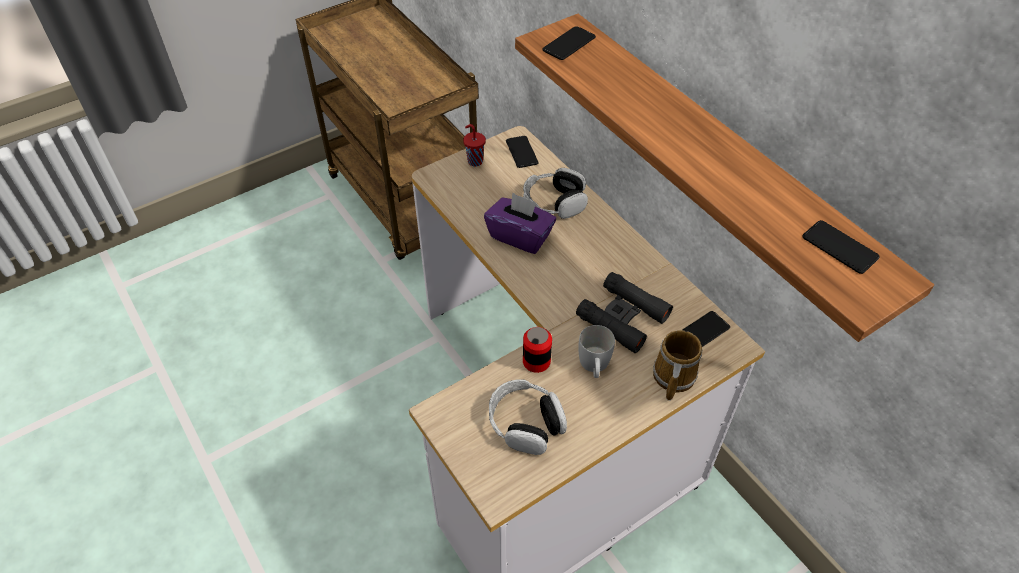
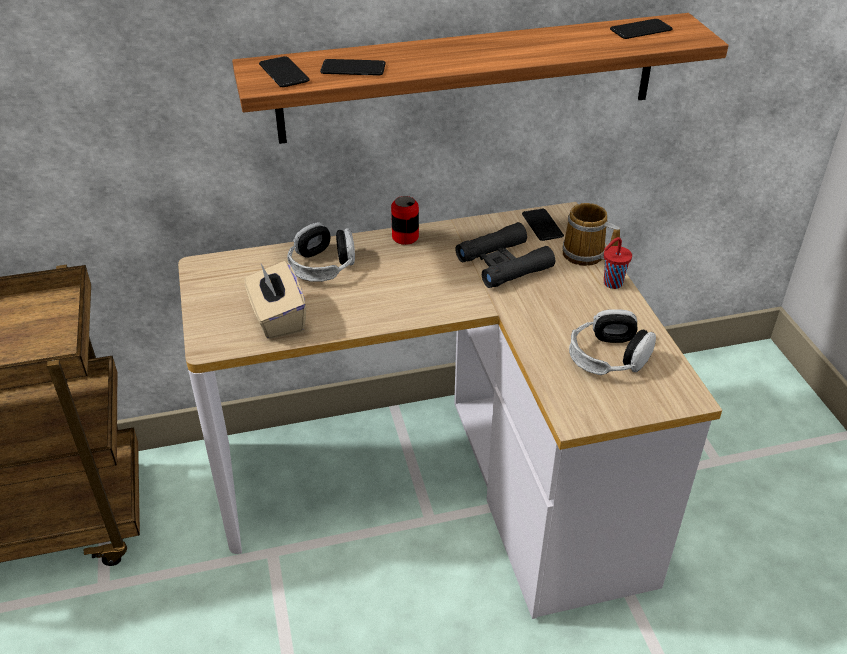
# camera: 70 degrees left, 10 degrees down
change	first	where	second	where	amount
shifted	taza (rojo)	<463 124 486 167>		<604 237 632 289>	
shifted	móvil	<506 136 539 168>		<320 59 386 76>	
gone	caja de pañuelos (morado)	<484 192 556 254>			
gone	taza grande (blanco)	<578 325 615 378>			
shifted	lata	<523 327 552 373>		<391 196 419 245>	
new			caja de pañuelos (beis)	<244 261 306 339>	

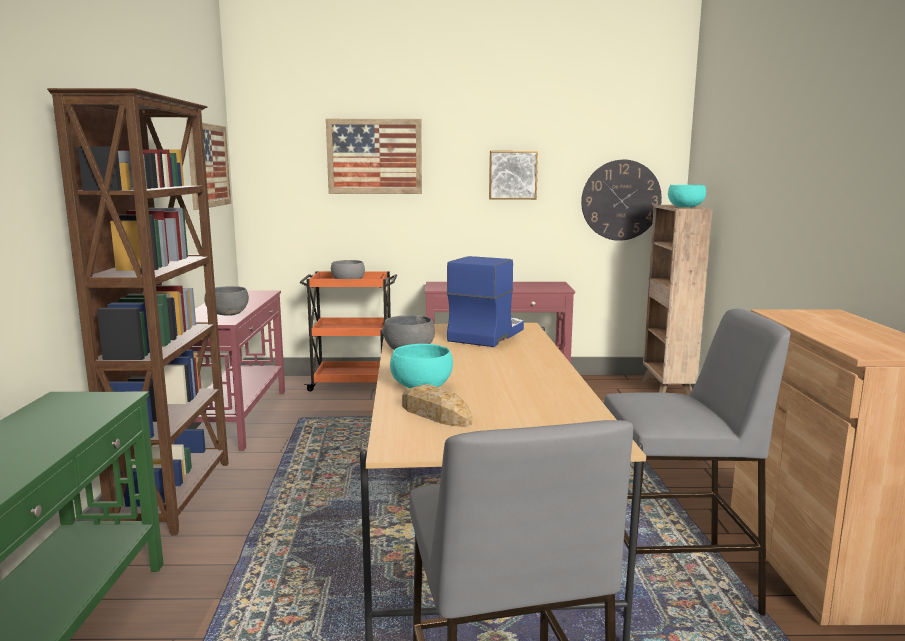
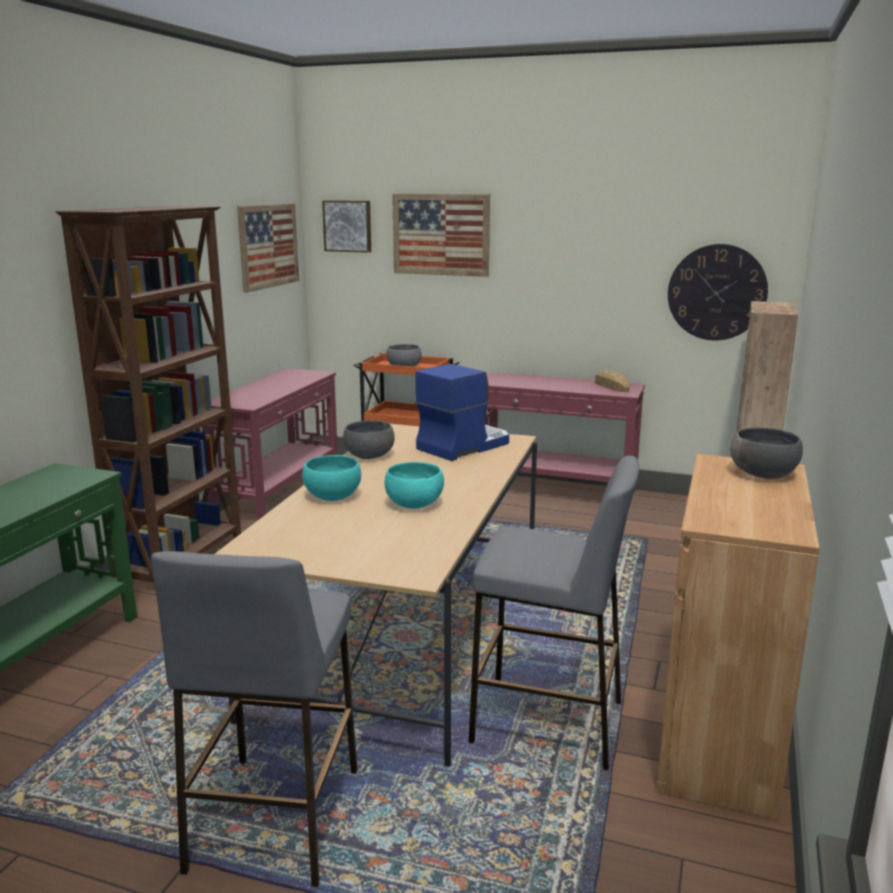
# camera: 20 degrees right, 5 degrees up
change	first	where	second	where	amount
shifted	cuadro	<489 151 538 200>		<322 200 371 253>	
shifted	cuenco (turquesa)	<668 185 706 207>		<385 462 444 509>	
shifted	cuenco (gris)	<205 286 249 316>		<730 427 803 479>	
shifted	pan	<402 384 472 427>		<595 371 630 392>	

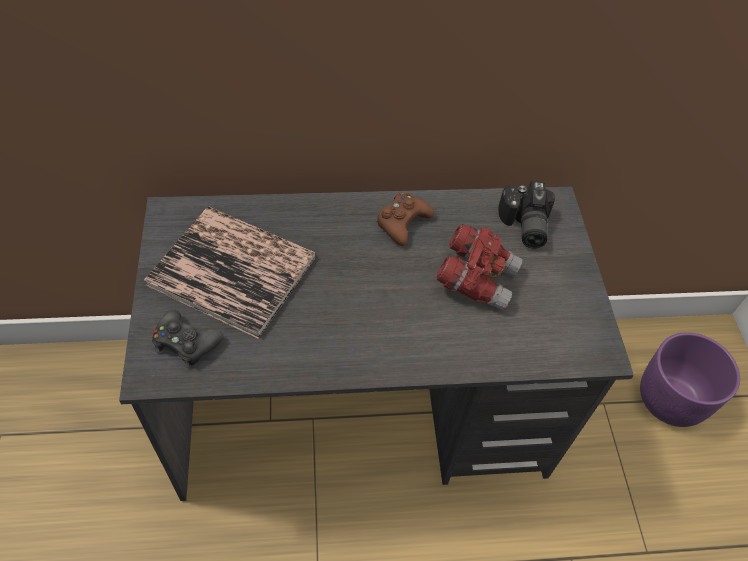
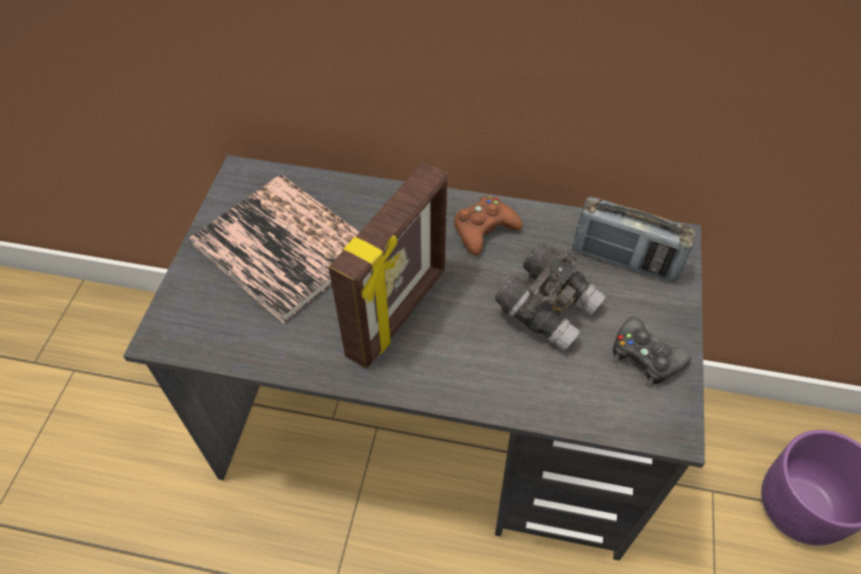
# camera: 20 degrees right, 0 degrees up
change	first	where	second	where	amount
swapped	cámara	<498 181 555 248>	radio	<573 197 696 282>	
repainted	prismáticos (rojo)	<437 224 523 311>	prismáticos (gris)	<495 243 606 351>	
shifted	mando de consola (negro)	<152 309 224 368>		<613 316 692 386>	
new			portarretratos	<329 162 447 368>	

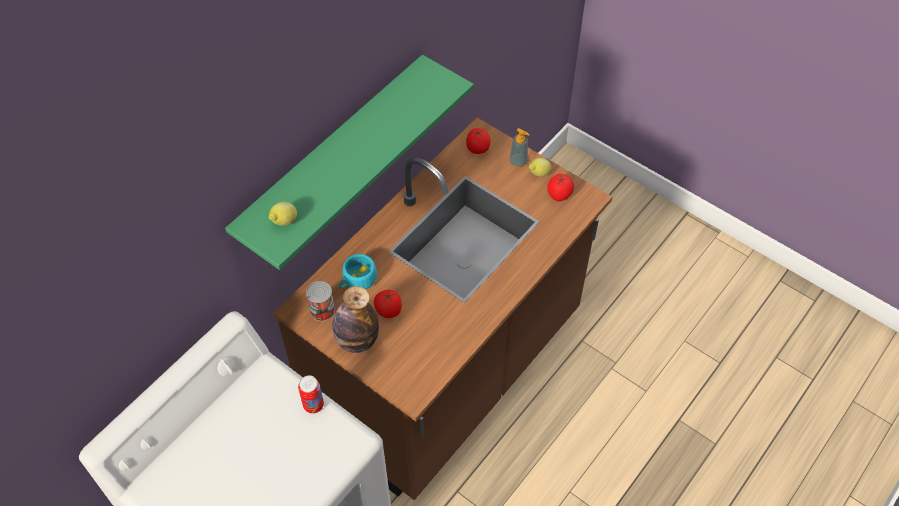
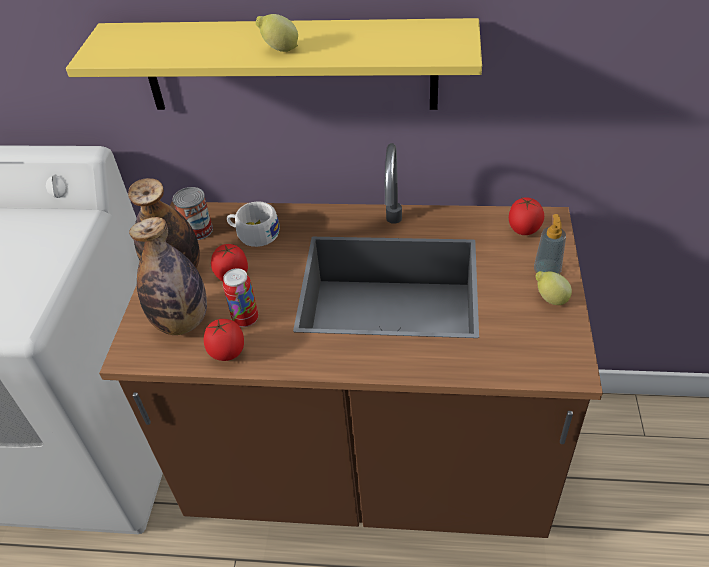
# camera: 60 degrees right, 10 degrees down
change	first	where	second	where	amount
repainted	estante (verde)	<225 55 474 270>	estante (amarillo)	<66 18 482 110>	
shifted	tomate	<547 174 574 201>		<204 319 244 361>	
shifted	limón	<269 202 297 226>		<256 14 298 52>	
repainted	taza (turquesa)	<338 254 377 289>	taza (blanco)	<227 201 280 247>	
shifted	lata	<298 375 324 414>		<223 268 258 327>	
new			botella	<129 217 207 335>	

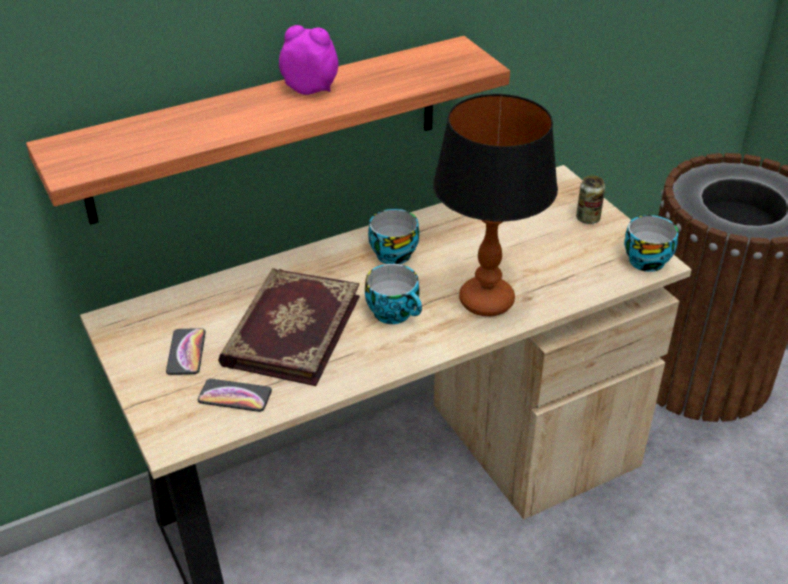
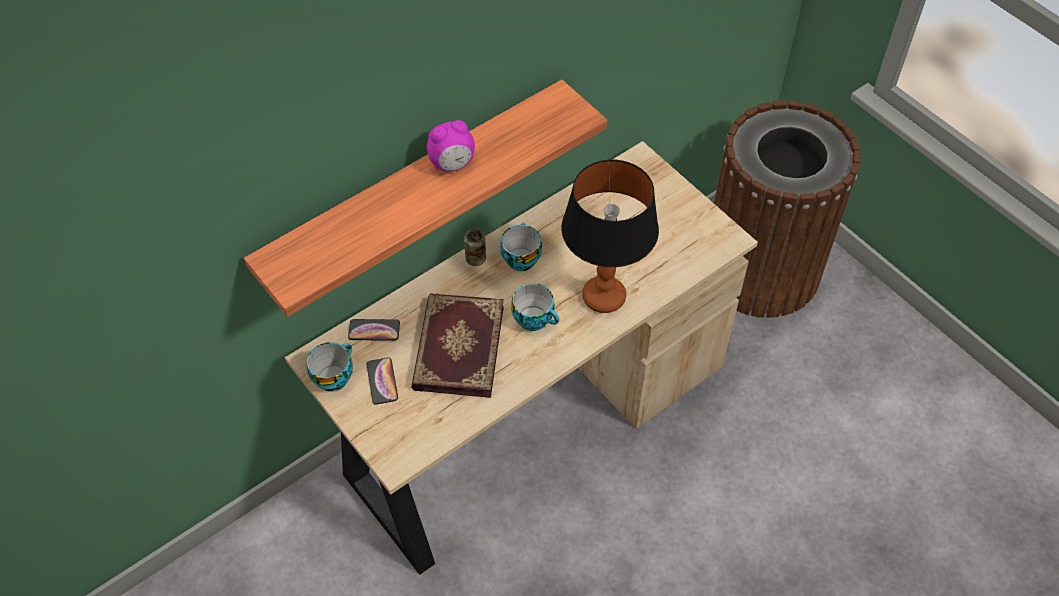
# camera: 10 degrees left, 15 degrees up
change	first	where	second	where	amount
rotated	despertador	<279 25 338 95>		<427 120 475 171>	150 degrees clockwise
shifted	lata	<576 175 605 224>		<464 228 486 266>	
shifted	taza	<624 215 678 272>		<307 342 353 392>	
shifted	móvil	<198 379 272 412>		<348 319 400 341>	

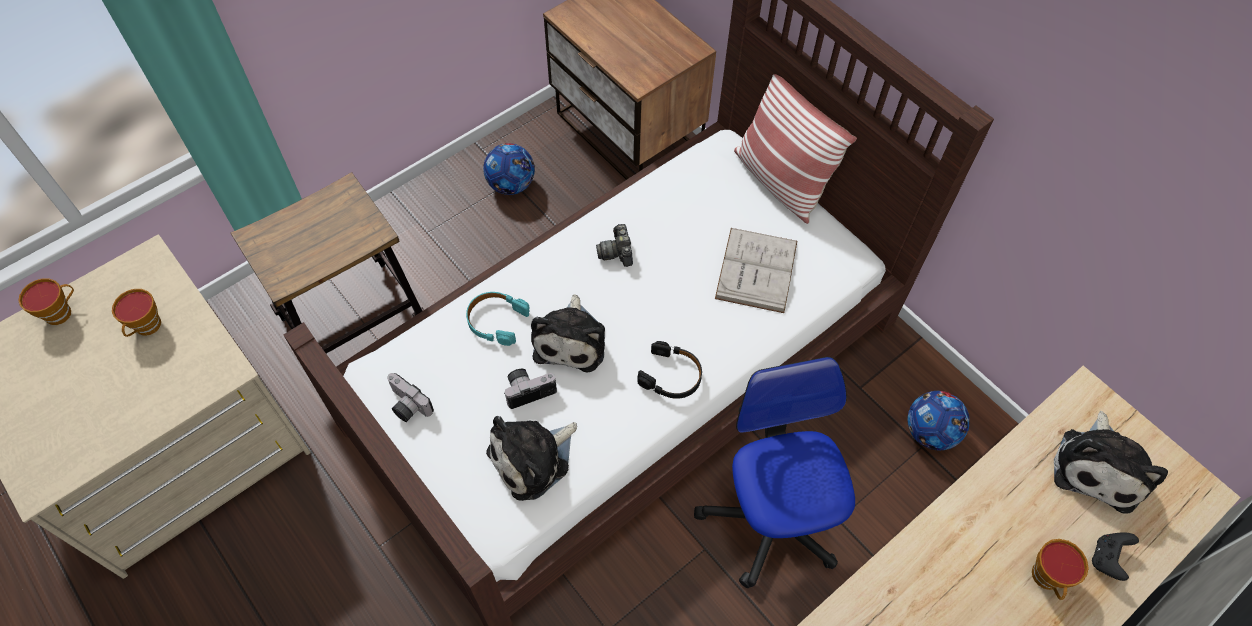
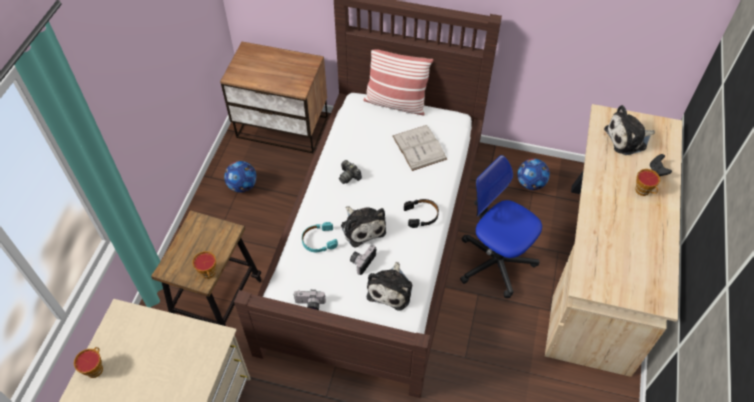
# camera: 35 degrees left, 5 degrees down
change	first	where	second	where	amount
shifted	taza	<112 289 161 337>		<192 251 216 279>	
rotated	peluche	<1054 411 1168 513>		<604 105 655 155>	90 degrees clockwise

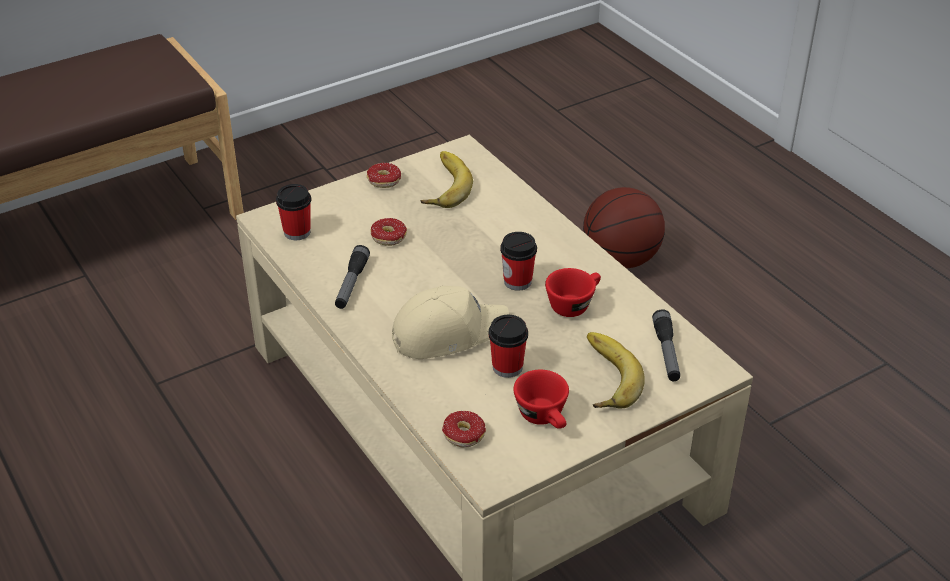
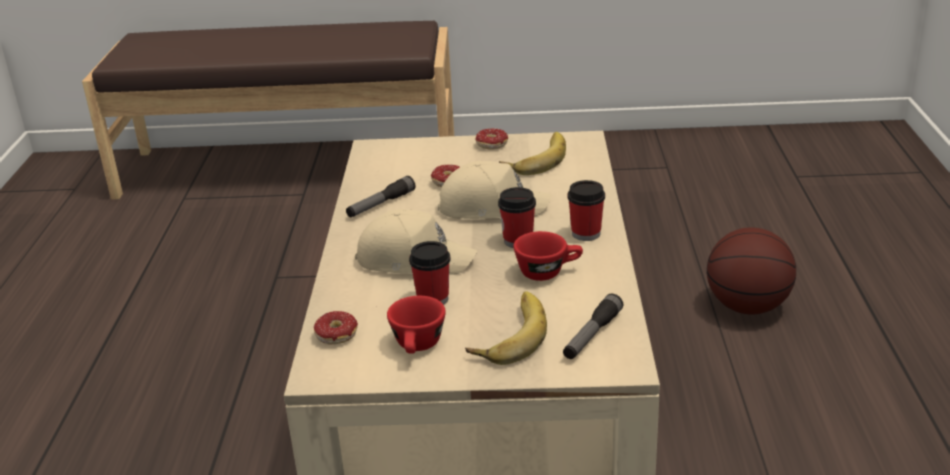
# camera: 35 degrees right, 10 degrees down
change	first	where	second	where	amount
shifted	taza	<276 184 311 240>		<567 180 605 241>	
new			gorra (beis)	<438 161 552 219>	

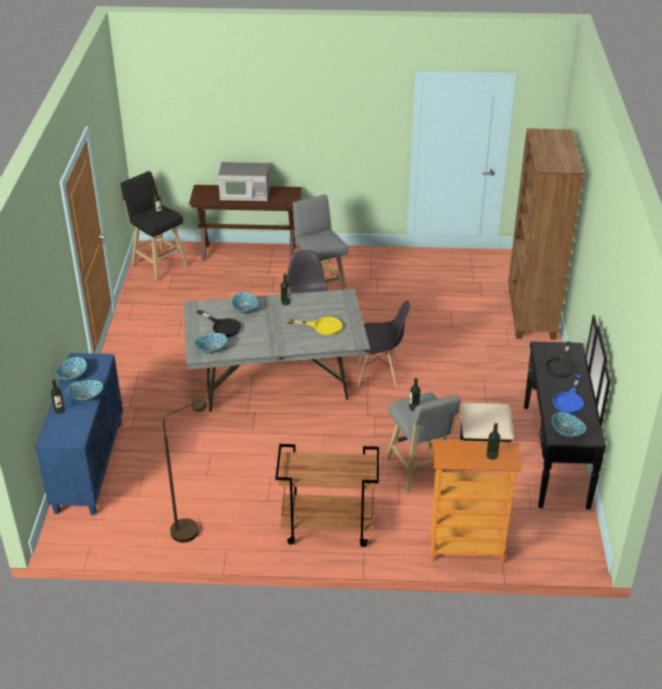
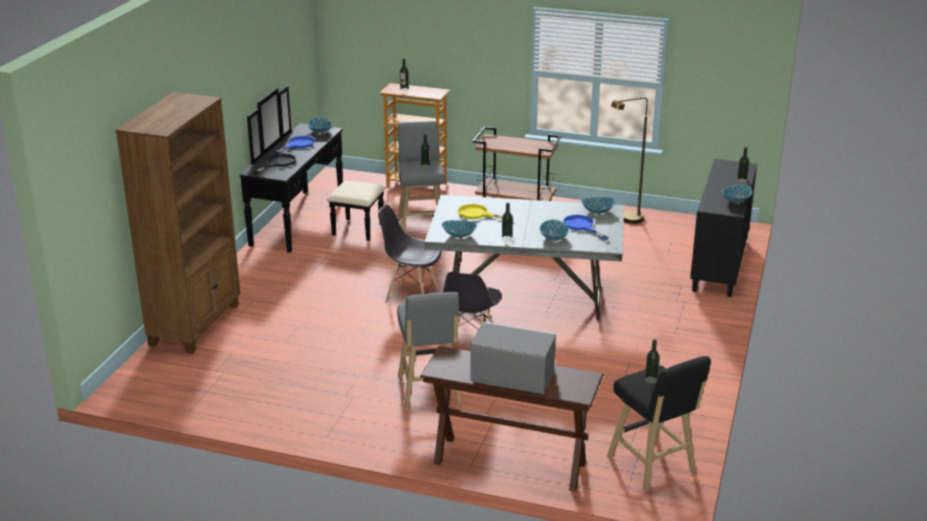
# camera: 165 degrees left, 10 degrees down
change	first	where	second	where	amount
repainted	sartén (negro)	<197 310 241 337>	sartén (azul)	<563 215 609 241>	
repainted	armario (azul)	<35 353 123 515>	armario (negro)	<690 159 757 297>	
shifted	cuenco	<67 380 103 401>		<442 220 477 238>	

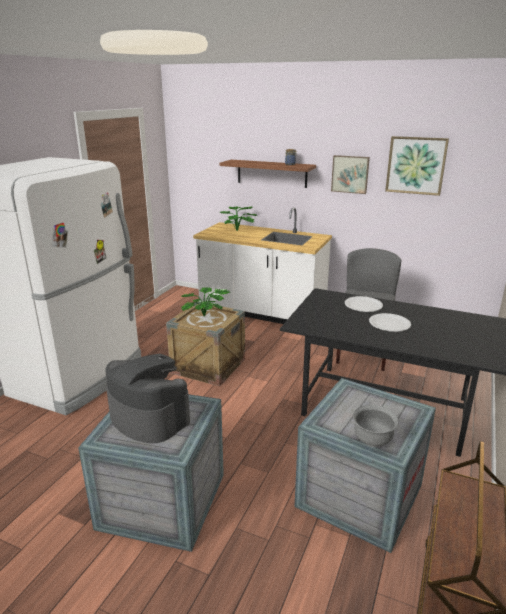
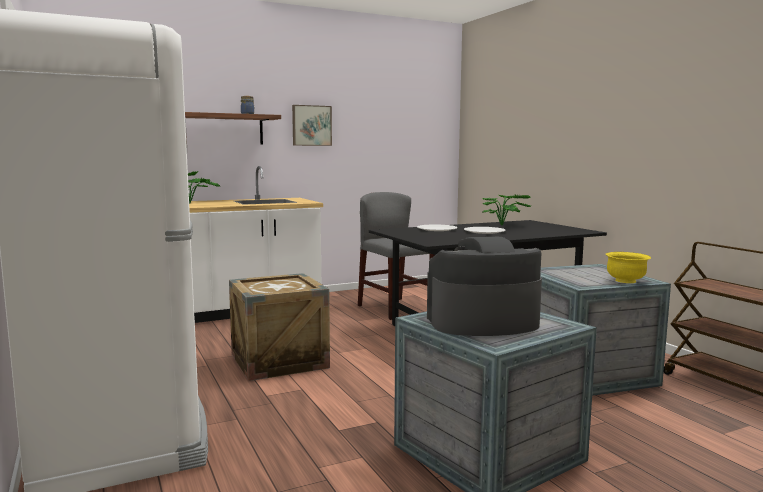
# camera: 50 degrees left, 15 degrees down
change	first	where	second	where	amount
gone	cuadro	<385 136 449 196>			
shifted	planta en maceta	<181 287 230 316>		<482 194 531 225>	
repainted	cuenco (gris)	<353 405 399 447>	cuenco (amarillo)	<606 252 651 283>	

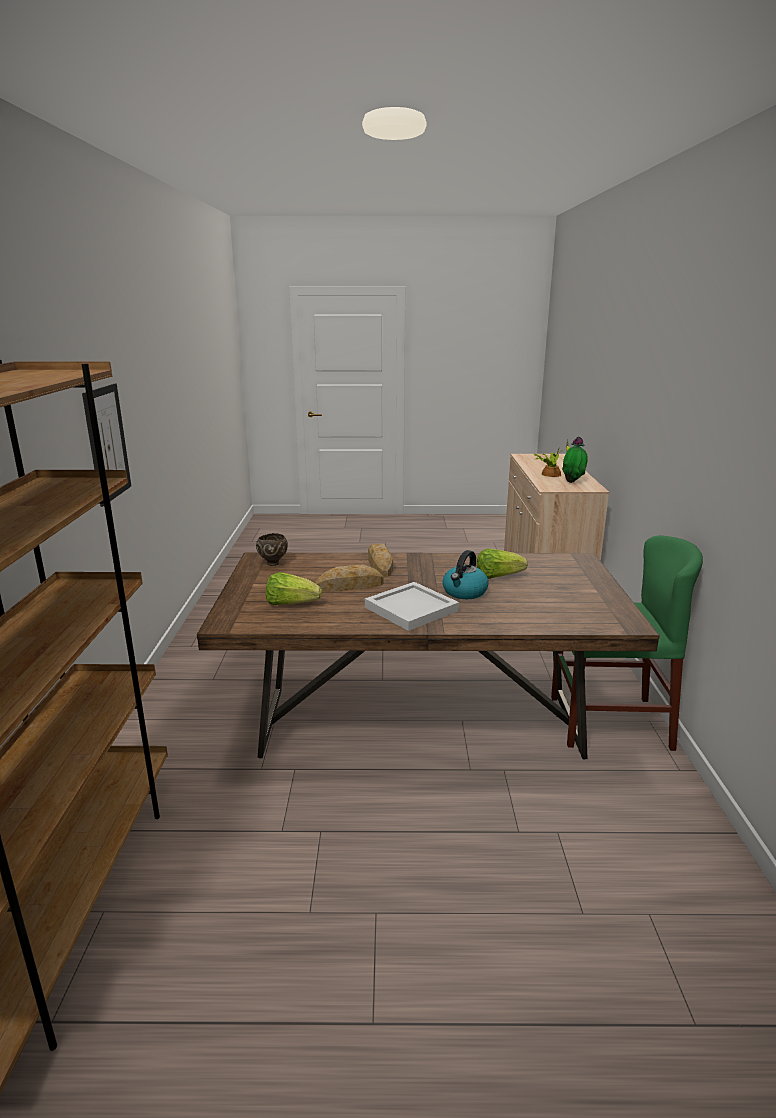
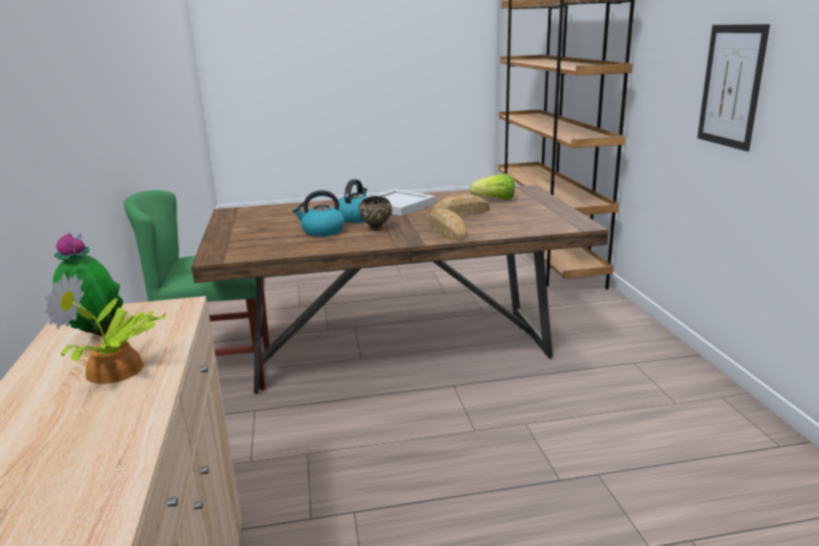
# camera: 170 degrees right, 0 degrees up
change	first	where	second	where	amount
shifted	cuenco (marrón)	<256 533 288 566>		<359 196 392 231>	
swapped	lechuga	<477 549 527 579>	hervidor	<293 190 345 237>	

